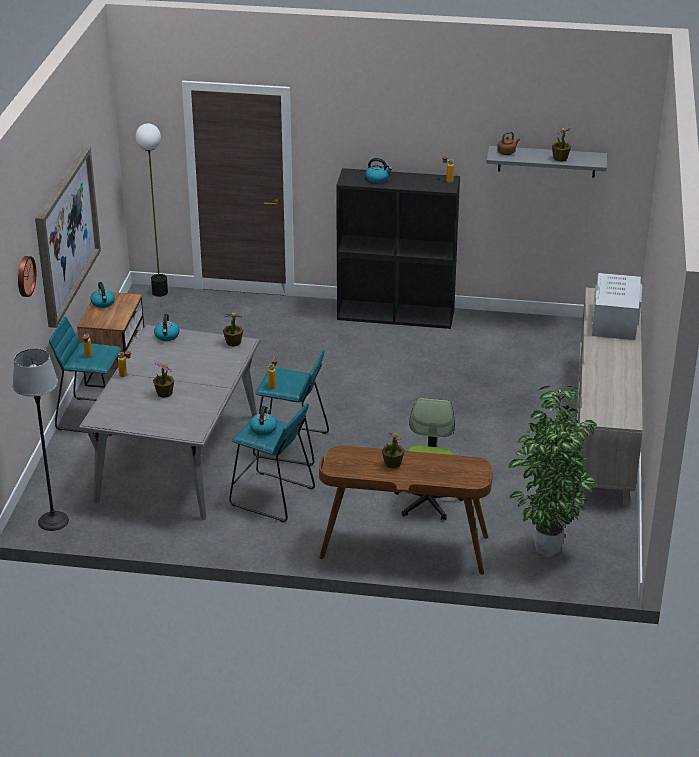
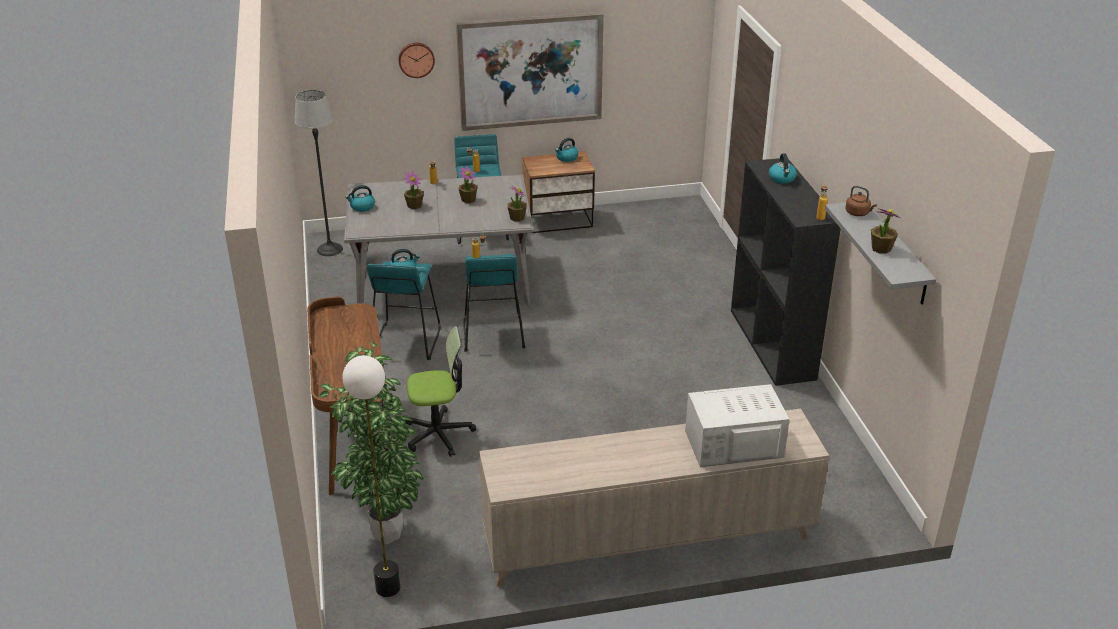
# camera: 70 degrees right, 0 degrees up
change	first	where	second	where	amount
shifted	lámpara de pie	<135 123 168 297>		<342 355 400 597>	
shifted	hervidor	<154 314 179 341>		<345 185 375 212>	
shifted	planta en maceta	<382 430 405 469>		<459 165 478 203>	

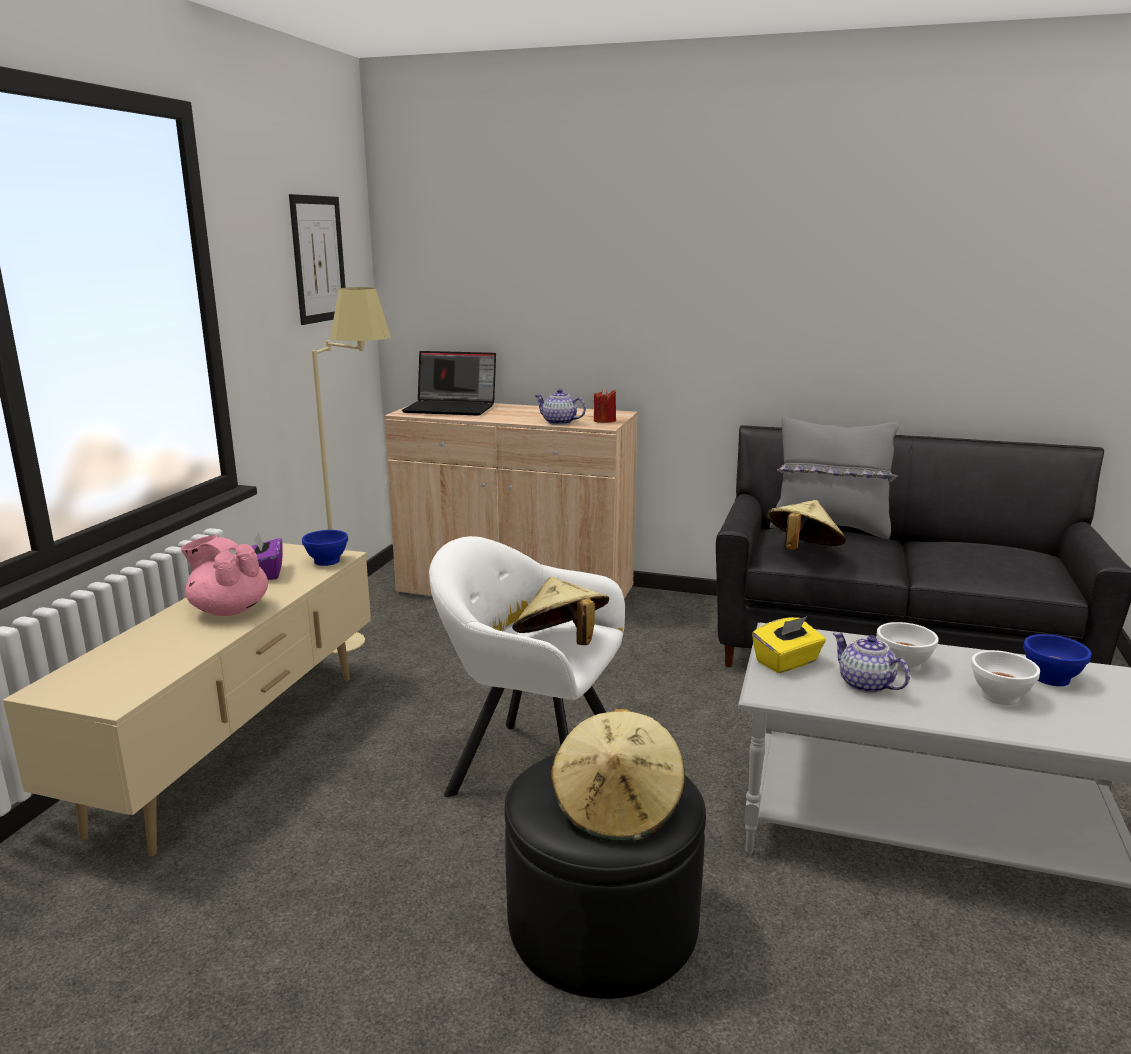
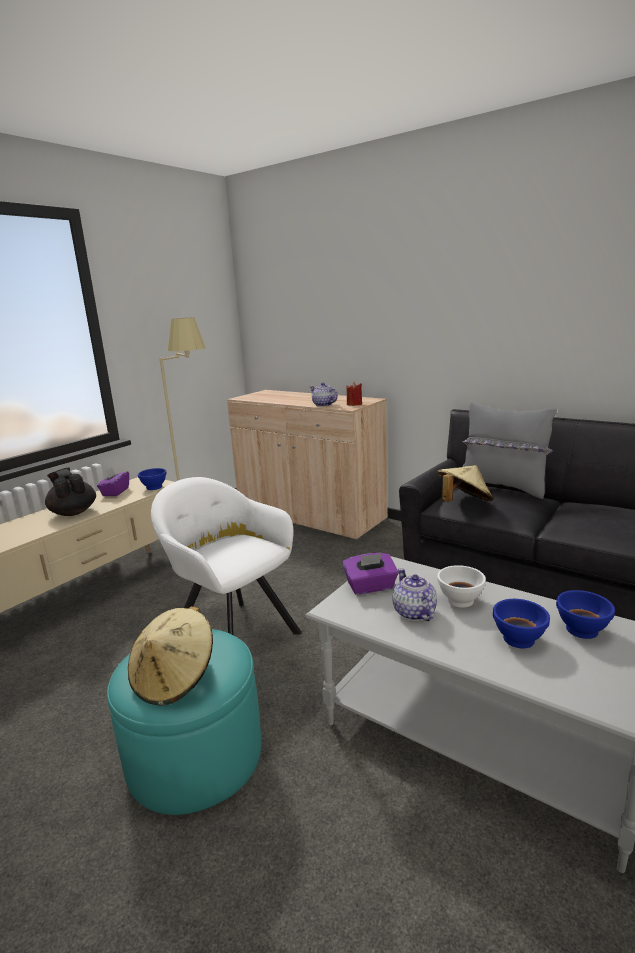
# camera: 20 degrees right, 0 degrees up
change	first	where	second	where	amount
gone	cuadro	<289 194 346 325>			
gone	portátil	<402 351 496 416>			
repainted	tetera (rosa)	<181 535 268 616>	tetera (negro)	<45 467 96 516>	
gone	sombrero (beis)	<512 577 609 645>			
repainted	caja de pañuelos (amarillo)	<752 616 826 673>	caja de pañuelos (morado)	<342 553 398 595>	
repainted	cuenco (blanco)	<971 650 1040 705>	cuenco (azul)	<493 599 550 649>	
repainted	puf (negro)	<504 753 706 999>	puf (turquesa)	<107 629 261 815>	

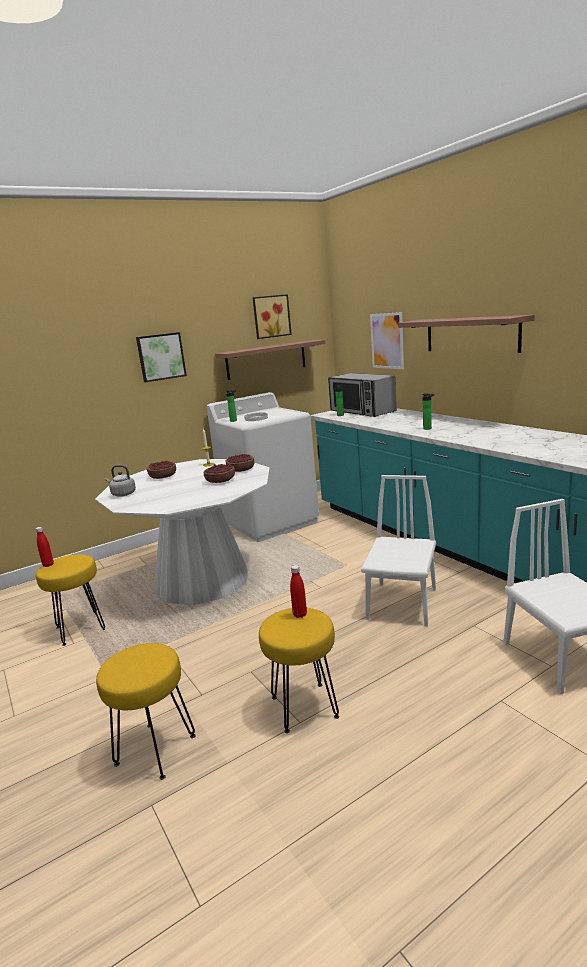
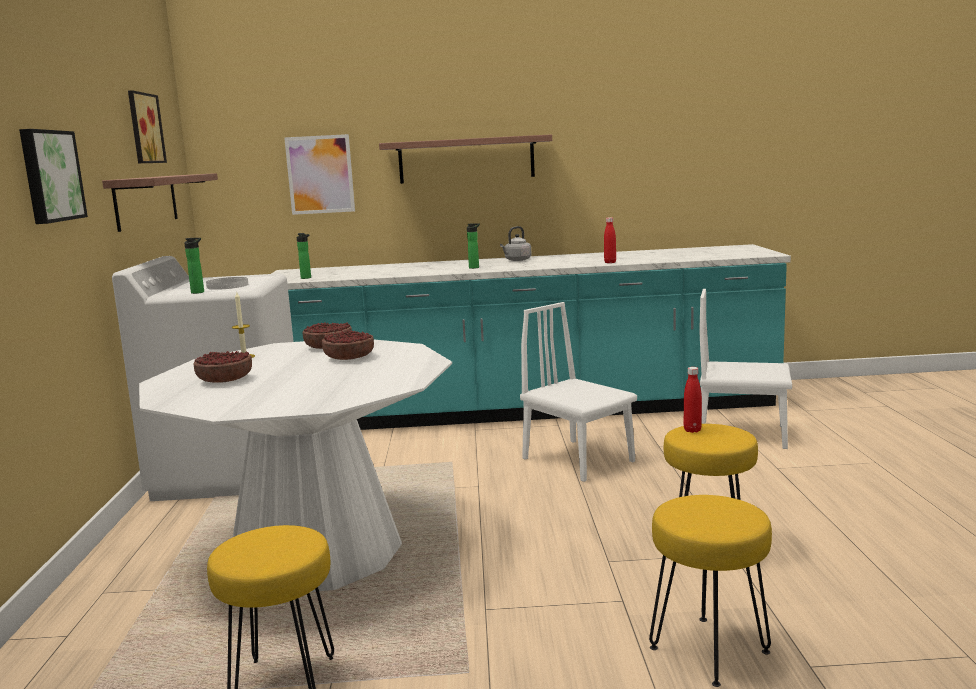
# camera: 60 degrees left, 5 degrees down
change	first	where	second	where	amount
gone	microondas	<328 373 397 417>			
shifted	hervidor (gris)	<105 465 136 496>		<500 226 532 261>	
shifted	botella (rojo)	<36 527 54 567>		<604 217 616 263>	

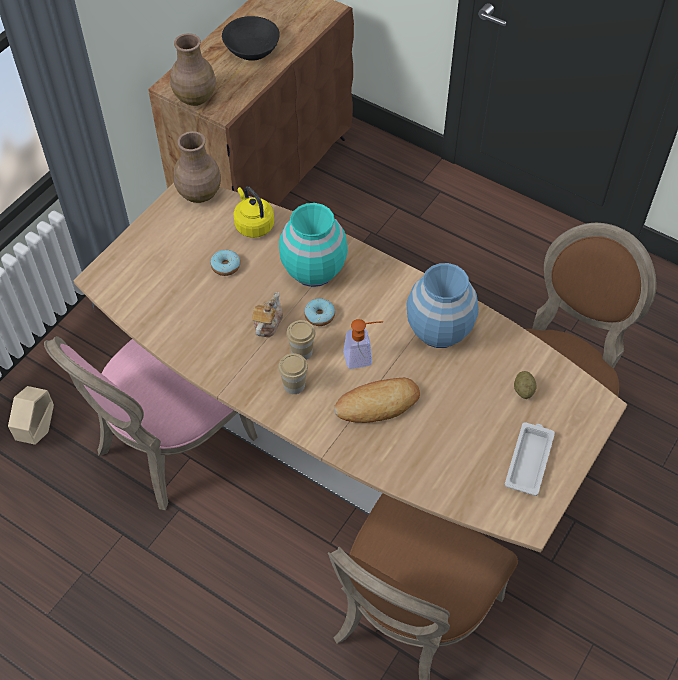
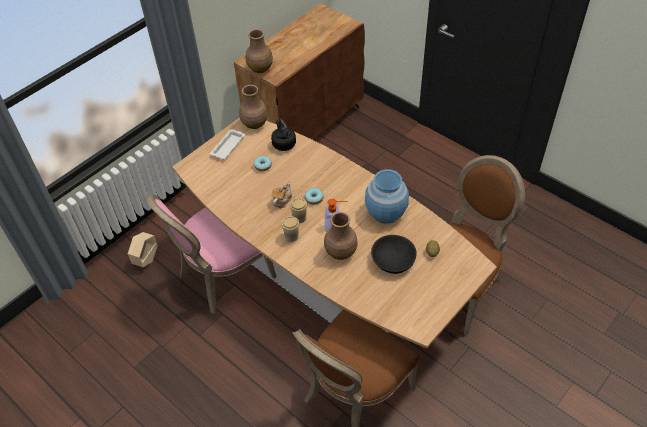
# camera: 10 degrees right, 5 degrees down
change	first	where	second	where	amount
shifted	cuenco (negro)	<222 16 280 61>		<371 235 417 274>	
repainted	hervidor (amarillo)	<233 186 274 238>	hervidor (negro)	<271 119 296 151>	
gone	florero (turquesa)	<279 203 348 287>			
swapped	pan	<334 378 420 423>	florero (marrón)	<324 212 358 260>	
shifted	bandeja (blanco)	<505 422 555 496>		<210 129 245 160>	

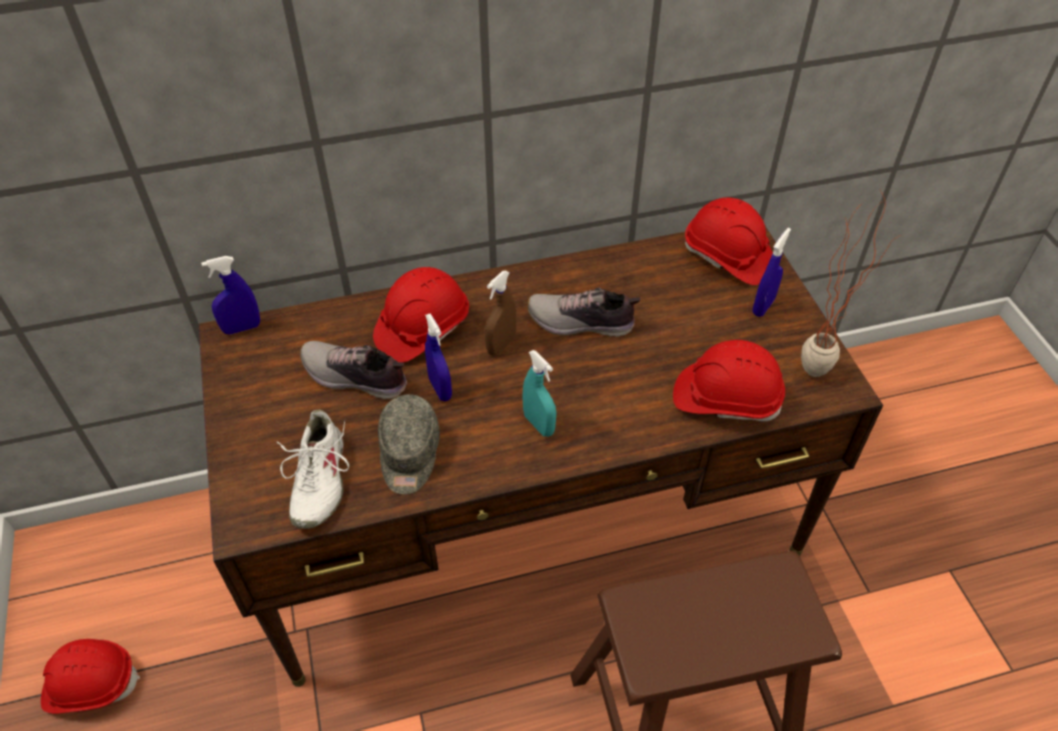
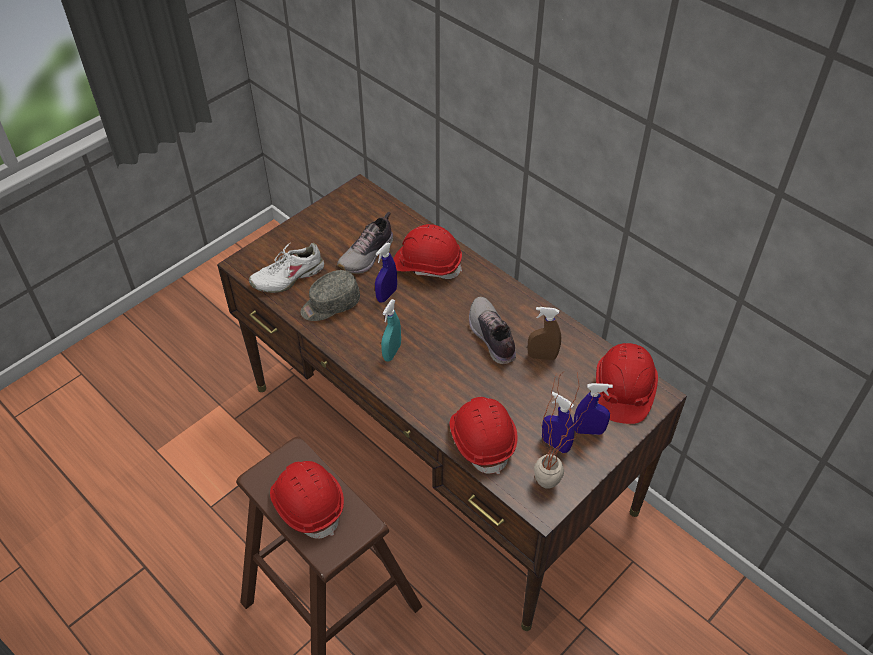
# camera: 60 degrees right, 0 degrees up
change	first	where	second	where	amount
shifted	pulverizador (azul)	<201 256 260 334>		<542 392 575 453>	
shifted	pulverizador (marrón)	<485 270 516 356>		<527 307 561 360>	
rotated	zapato	<300 341 407 399>		<337 212 393 274>	135 degrees counterclockwise
shifted	casco (rojo)	<41 639 140 714>		<270 461 344 539>	

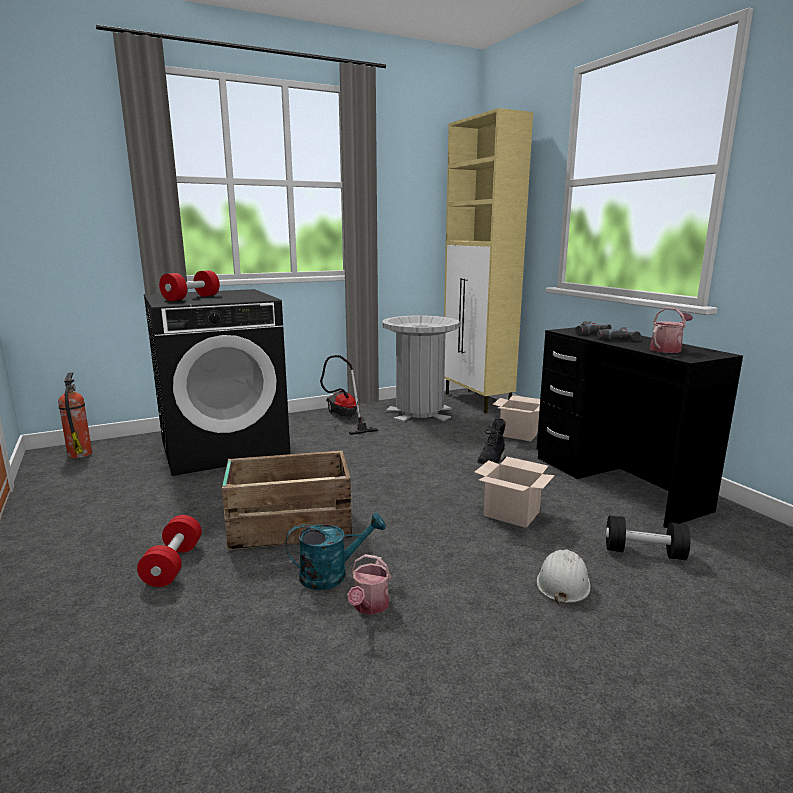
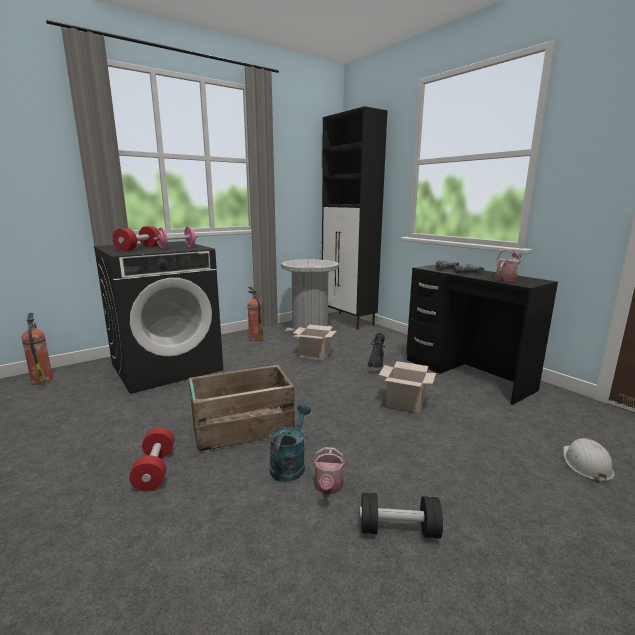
# camera: 10 degrees left, 0 degrees up
change	first	where	second	where	amount
repainted	armario (beis)	<444 108 533 413>	armario (negro)	<322 106 388 329>	
swapped	aspiradora	<320 355 378 435>	extintor	<247 286 264 341>	
shifted	caja de cartón	<492 395 540 441>		<293 325 336 361>	
rotated	regadera (turquesa)	<285 512 386 590>		<270 404 311 482>	45 degrees counterclockwise
shifted	mancuerna (negro)	<606 515 690 560>		<360 493 443 538>	
shifted	casco (blanco)	<537 549 591 605>		<563 438 614 483>	
new			mancuerna (rosa)	<153 227 198 249>	

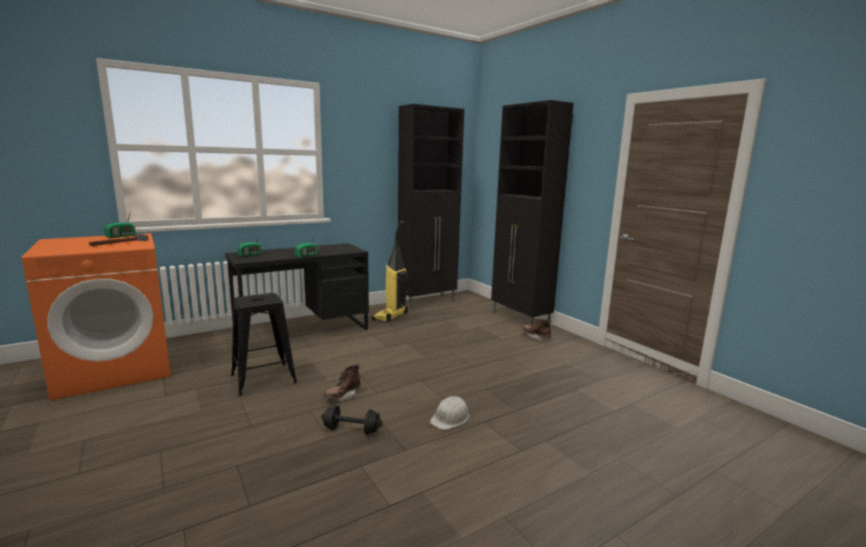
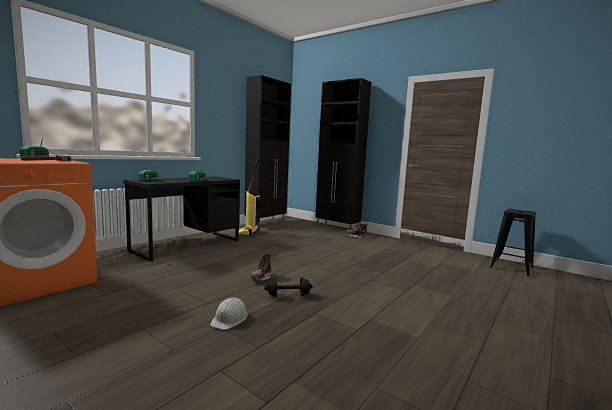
# camera: 20 degrees left, 5 degrees down
change	first	where	second	where	amount
shifted	taburete (negro)	<231 293 297 396>		<490 209 536 277>	
shifted	casco (blanco)	<430 396 469 430>		<210 297 248 330>	

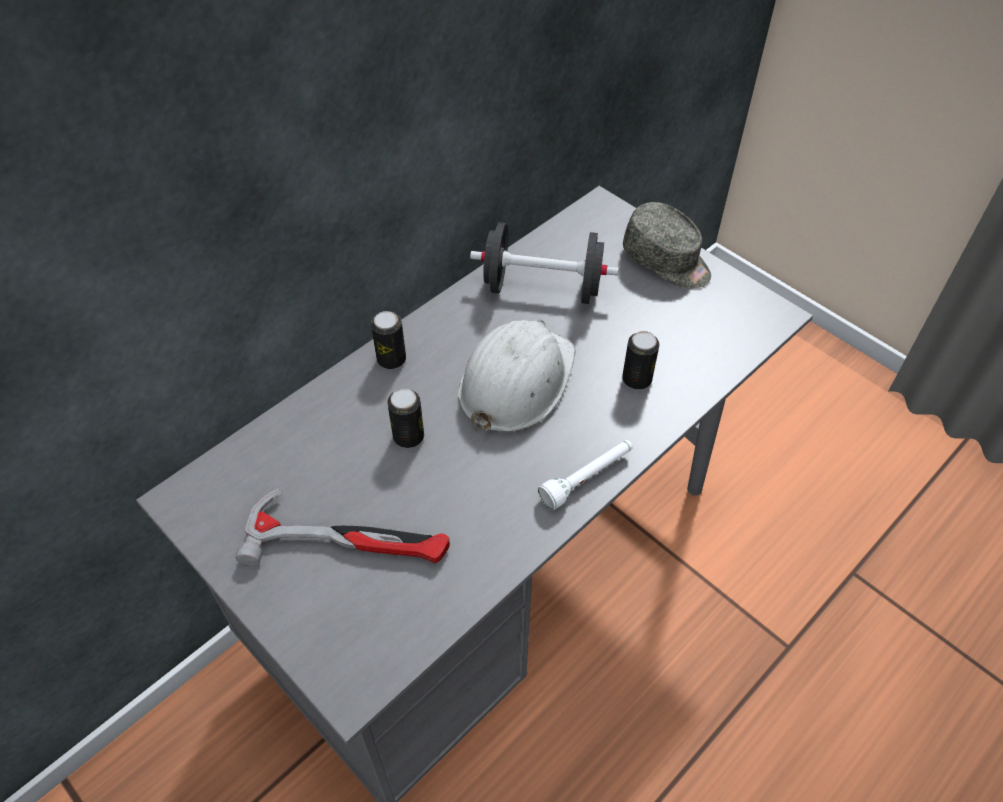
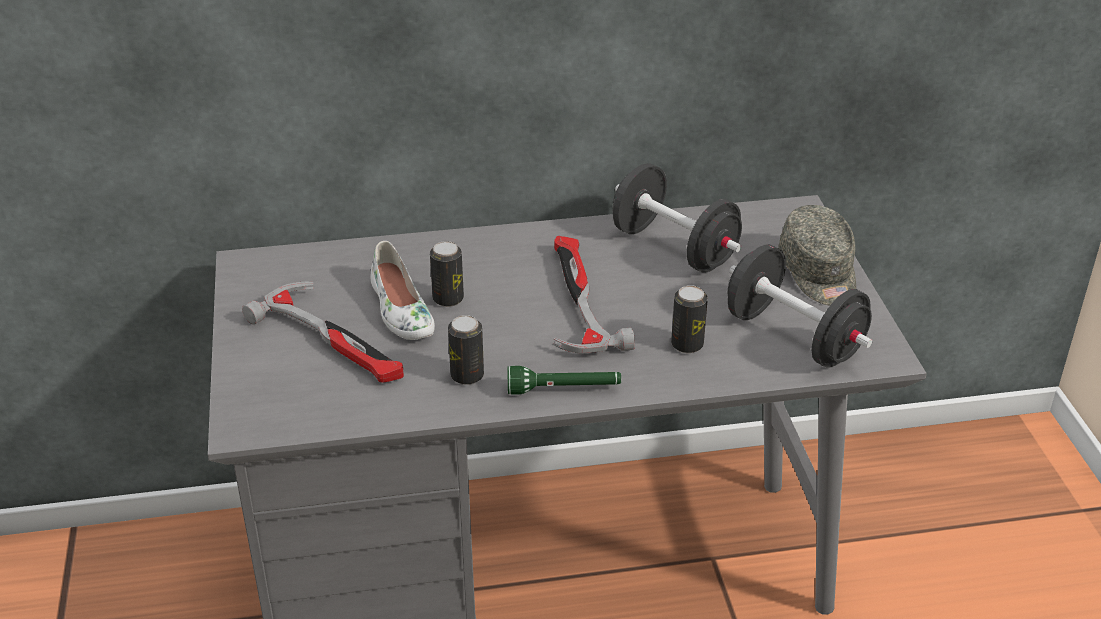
# camera: 35 degrees right, 15 degrees down
change	first	where	second	where	amount
shifted	lata	<371 311 406 369>		<448 315 484 385>	
swapped	casco (blanco)	<458 319 575 432>	martillo	<553 236 635 353>	
repainted	linterna (blanco)	<538 440 633 510>	linterna (verde)	<507 366 621 394>	
new			zapato (blanco)	<371 241 435 340>	
new			mancuerna (negro)	<728 244 873 368>	

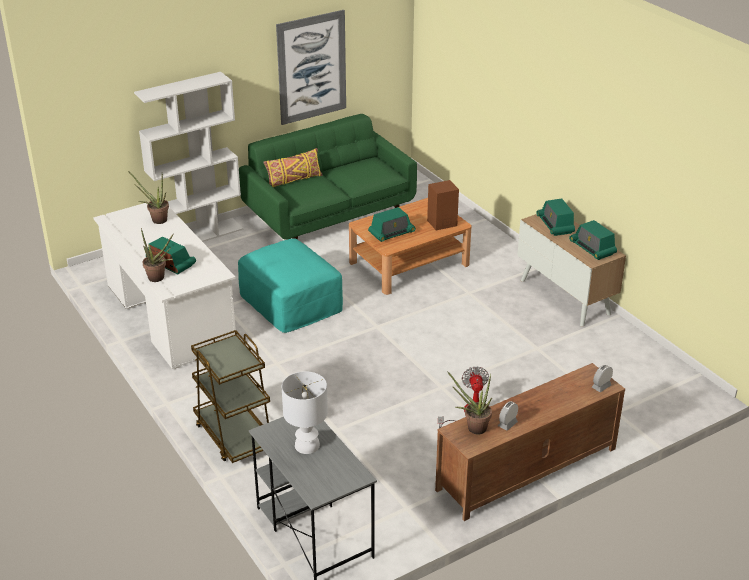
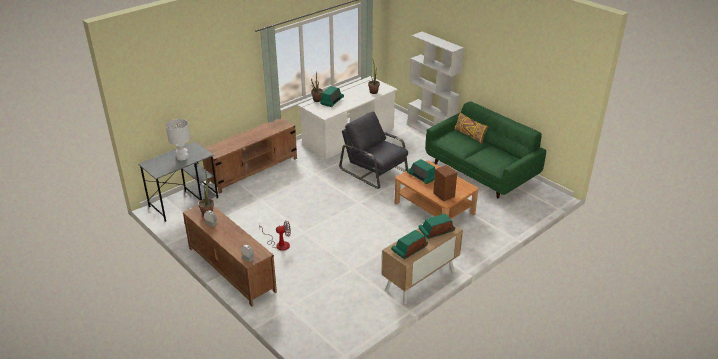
# camera: 80 degrees right, 0 degrees up
change	first	where	second	where	amount
gone	cuadro	<276 10 346 125>			
swapped	puf (turquesa)	<238 238 343 333>	sillón (gris)	<339 111 408 189>	
swapped	carrito (marrón)	<191 330 270 463>	mueble de televisión (marrón)	<203 117 297 194>	

